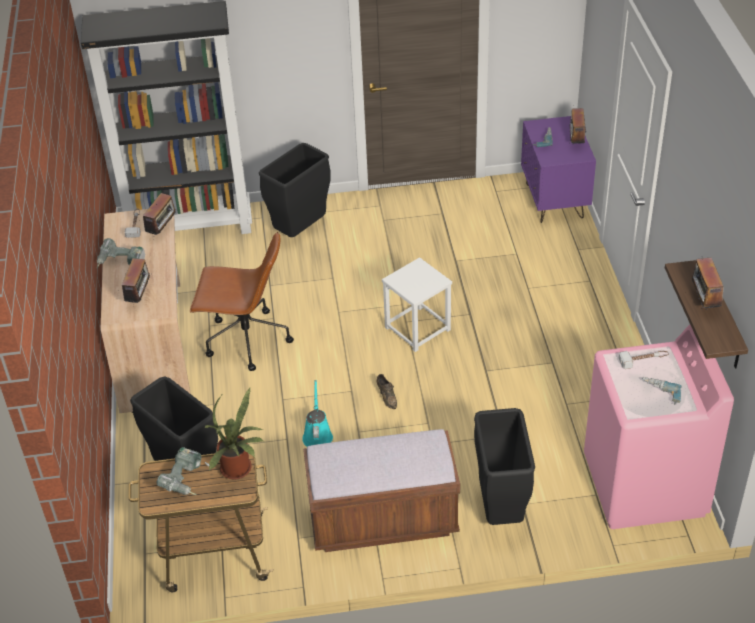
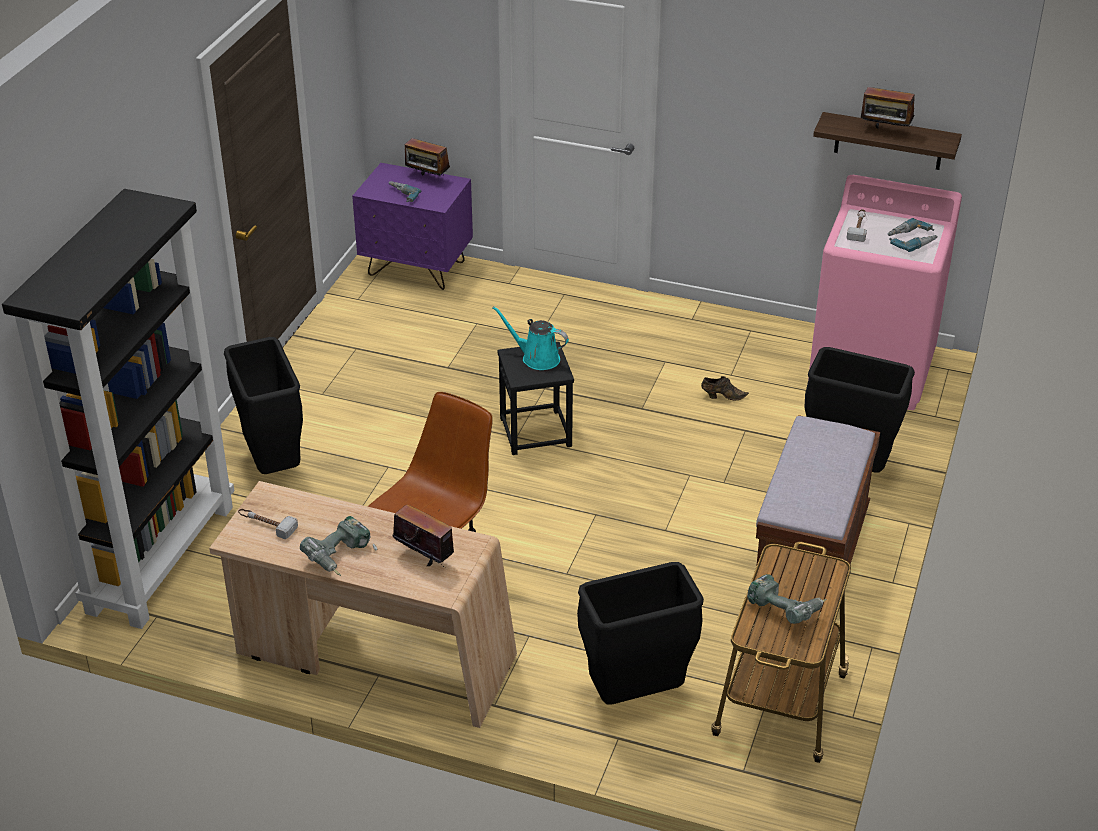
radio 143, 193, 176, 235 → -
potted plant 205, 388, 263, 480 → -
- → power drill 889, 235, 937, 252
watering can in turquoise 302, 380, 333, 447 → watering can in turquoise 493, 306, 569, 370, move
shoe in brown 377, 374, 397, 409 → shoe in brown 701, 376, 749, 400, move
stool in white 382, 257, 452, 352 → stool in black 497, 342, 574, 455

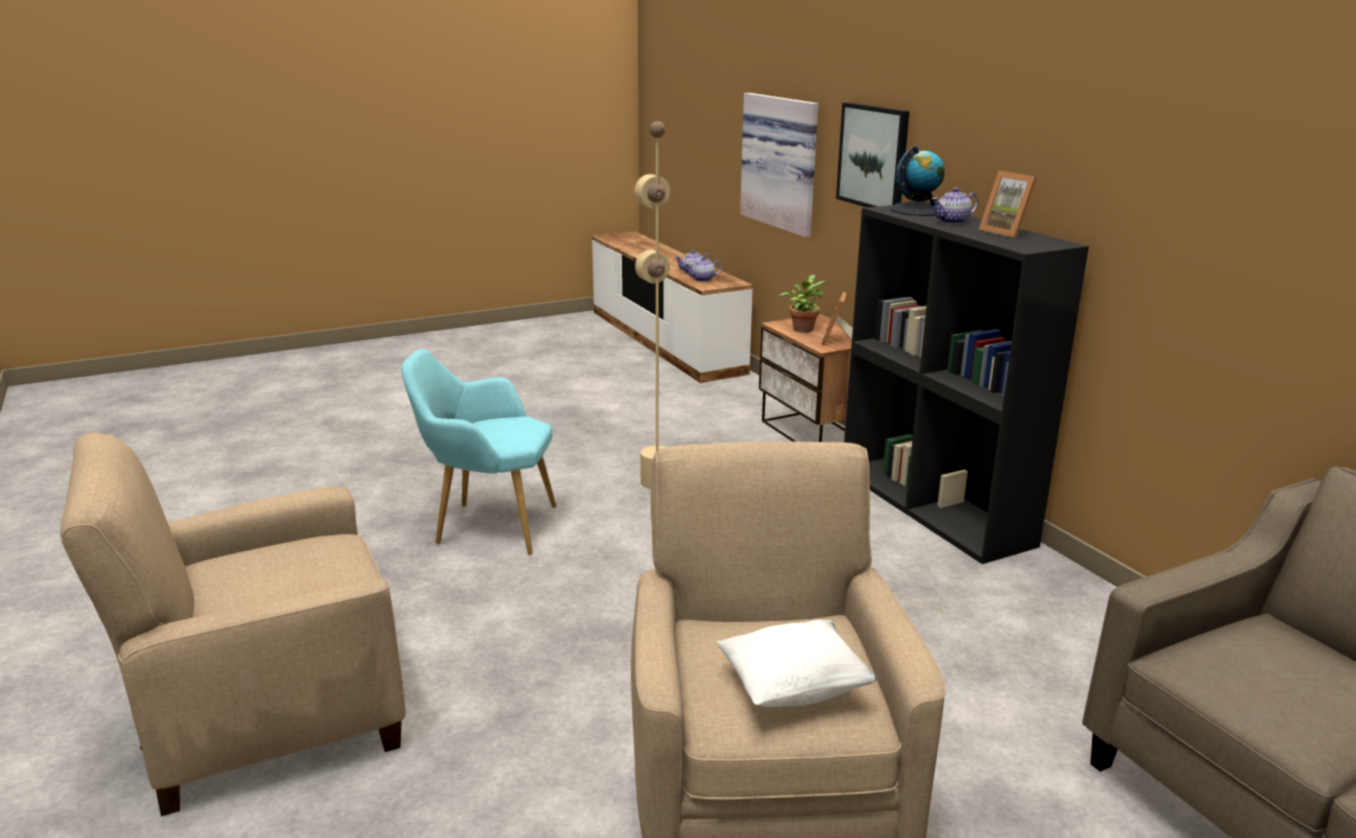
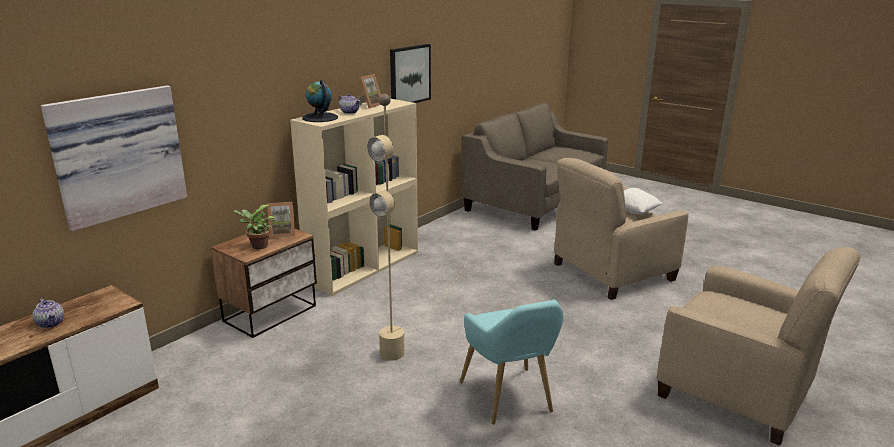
teapot 685, 257, 722, 282 → -
picture 836, 102, 909, 207 → picture 390, 44, 431, 103, move
bookcase in black 844, 205, 1089, 564 → bookcase in beige 290, 99, 418, 296

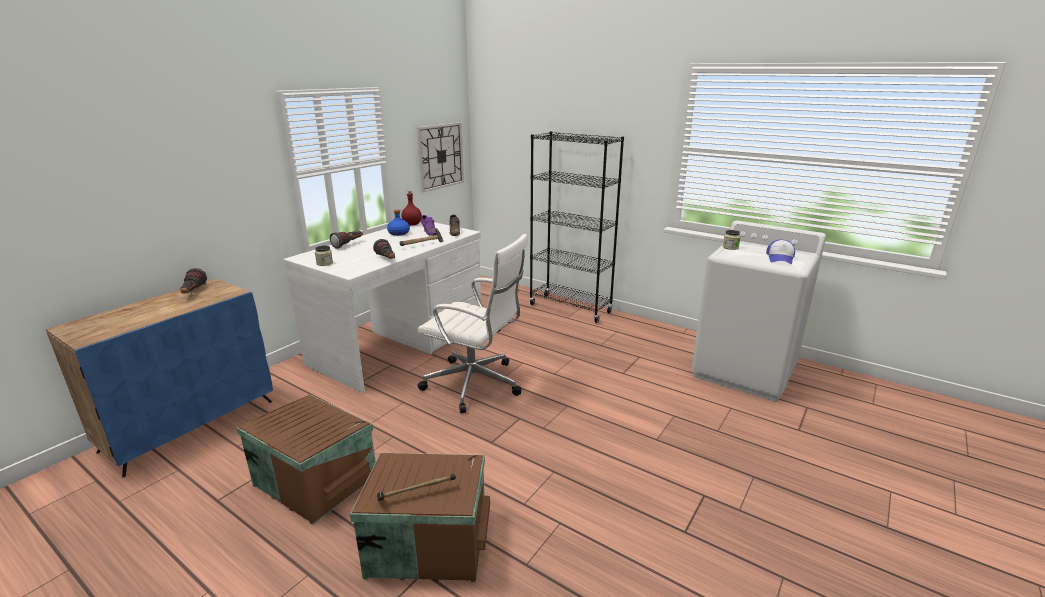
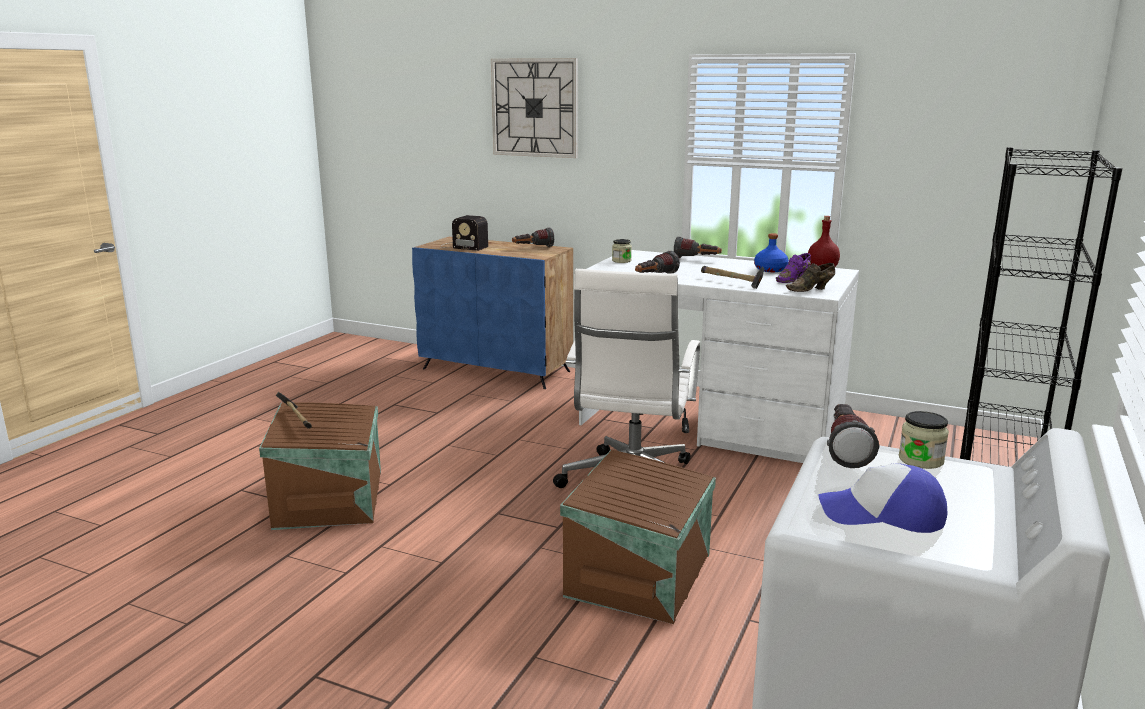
- → radio 440, 215, 488, 251
- → flashlight 827, 404, 879, 468
storage box in brown 236, 395, 376, 525 → storage box in brown 560, 450, 716, 624, move
wall clock 417, 122, 464, 193 → wall clock 491, 58, 578, 158, move

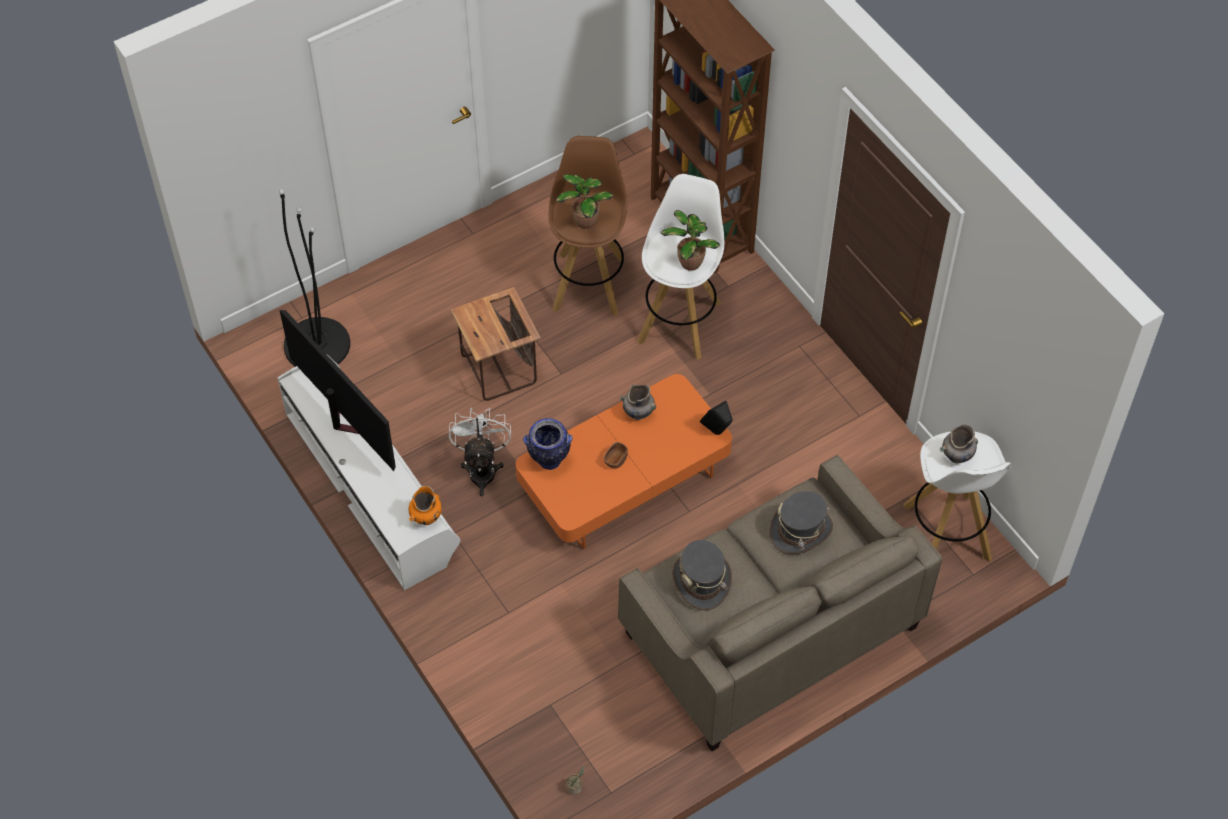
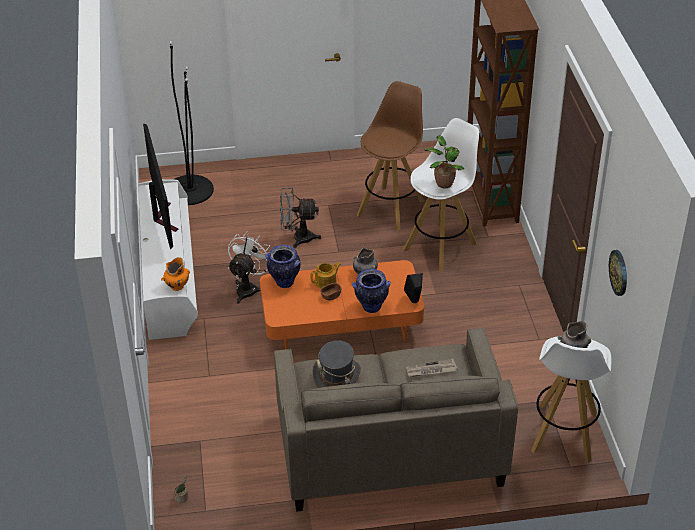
potted plant 556, 174, 613, 229 → -
- → teapot 310, 262, 341, 288
- → vase 352, 269, 391, 313
- → wall clock 609, 250, 627, 296
side table 451, 287, 541, 401 → fan in grey 280, 187, 321, 248
hat in grey 770, 491, 833, 554 → newspaper 406, 359, 457, 377

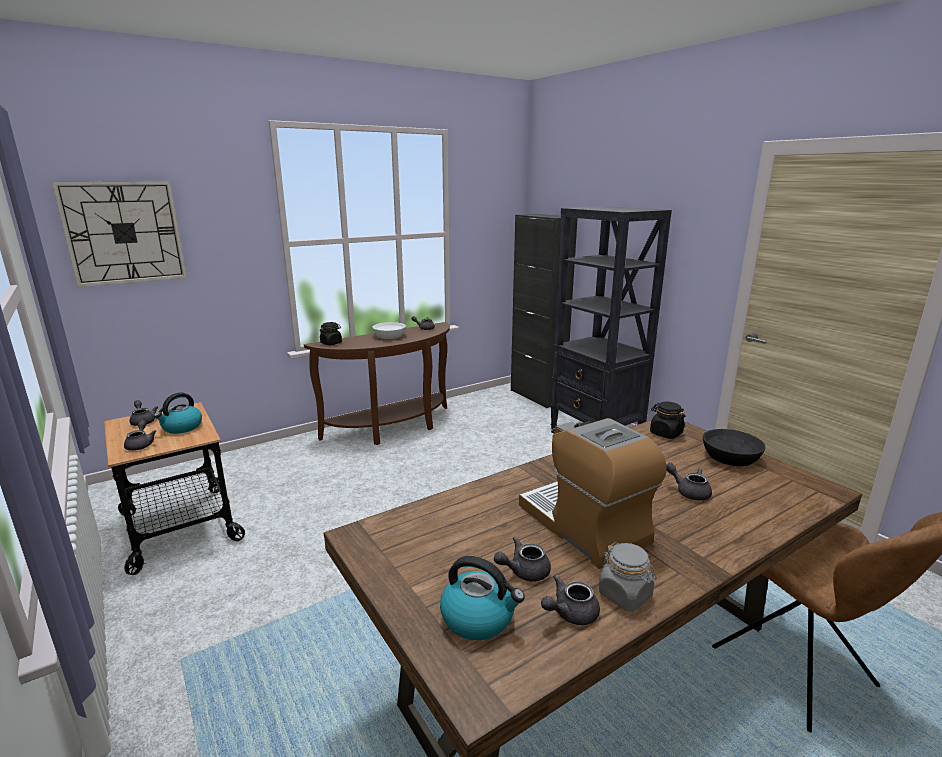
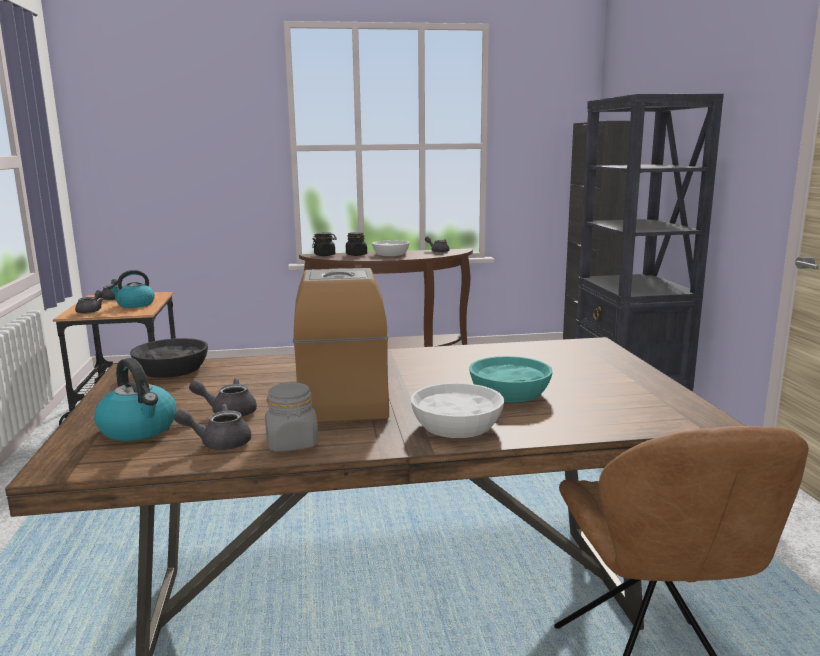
wall clock 52, 181, 187, 287 → -
- → bowl in white 411, 383, 504, 438
jar in black 650, 402, 686, 439 → jar in black 346, 232, 367, 256, move
bowl in black 703, 429, 766, 466 → bowl in black 130, 338, 208, 378, move
teapot in grey 666, 463, 712, 501 → bowl in turquoise 469, 356, 553, 402

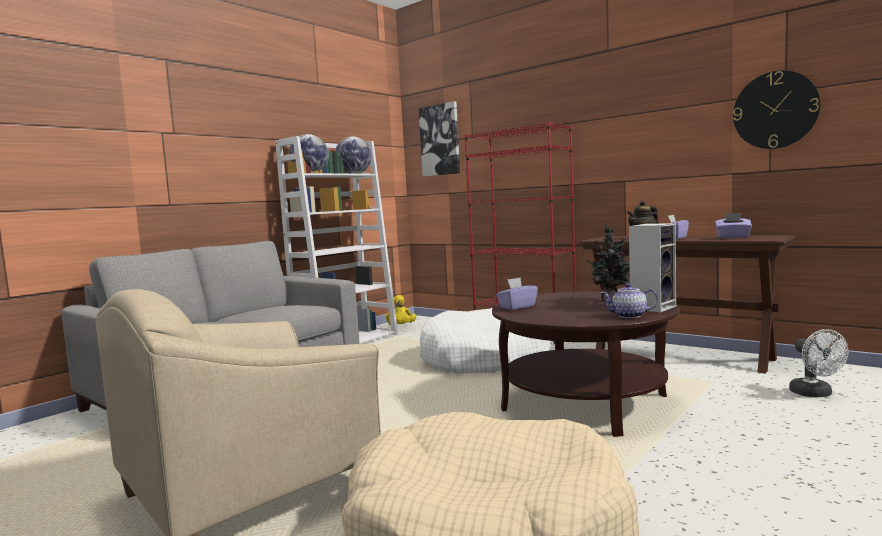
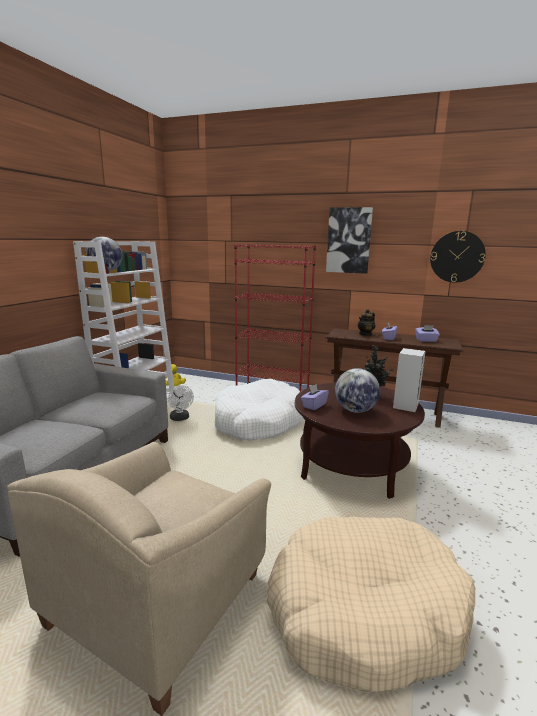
teapot 600, 283, 658, 318 → -
globe 335, 137, 372, 174 → globe 335, 368, 380, 413, move
picture 419, 101, 460, 177 → picture 326, 207, 373, 274, move
fan in white 789, 329, 849, 397 → fan in white 168, 386, 194, 421, move

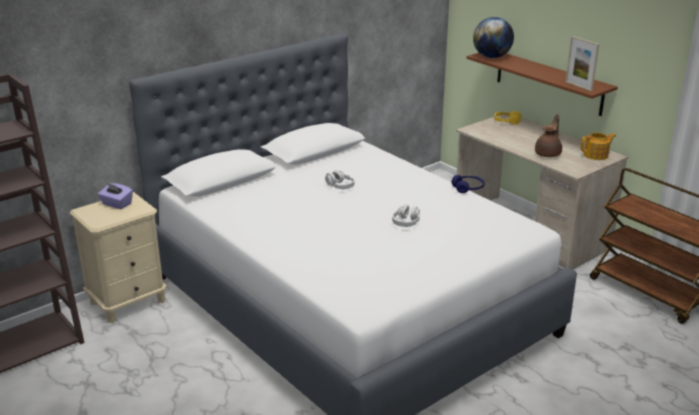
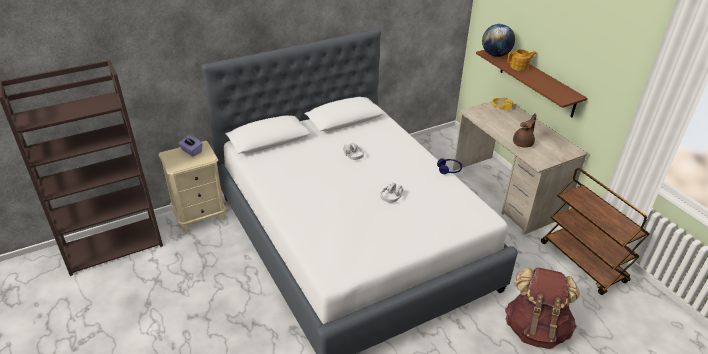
picture frame 565, 36, 599, 91 → -
- → backpack in brown 505, 267, 580, 349
teapot 581, 132, 616, 160 → teapot 507, 49, 537, 71, move

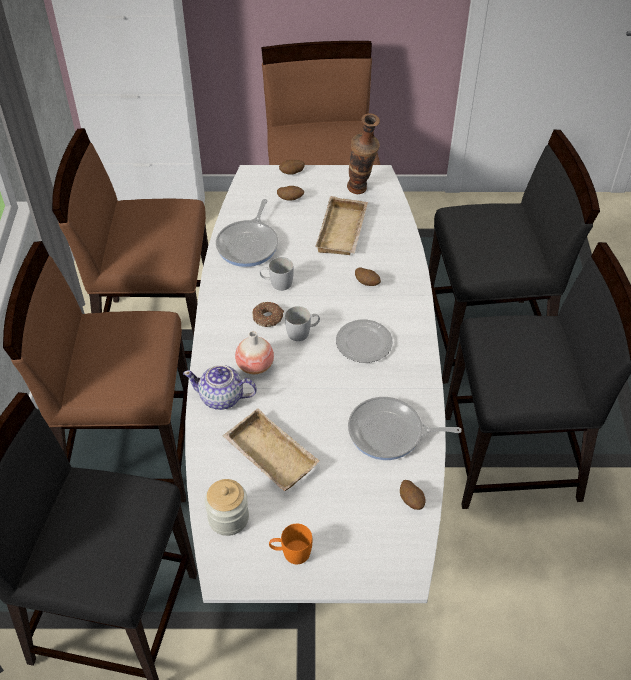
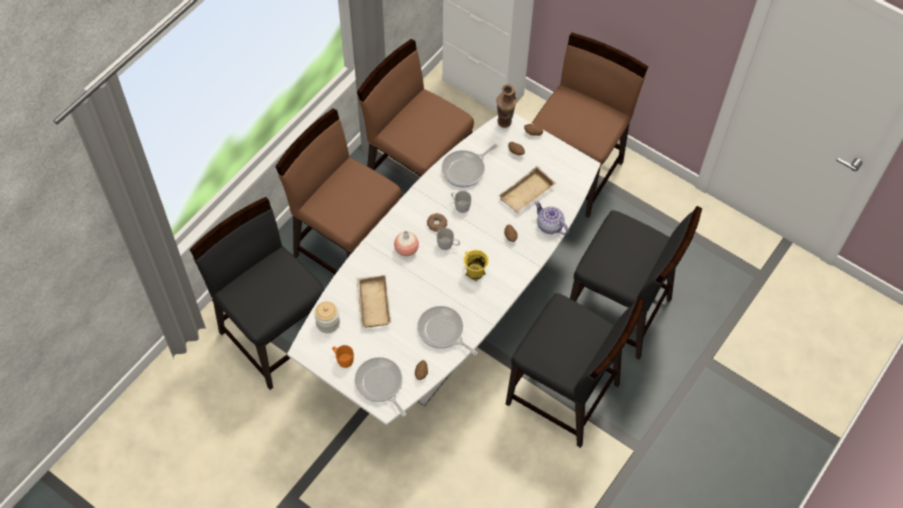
- → frying pan 355, 357, 406, 417
teapot 183, 365, 257, 410 → teapot 535, 201, 569, 235, move
vase 347, 113, 380, 194 → vase 497, 84, 517, 128, move
plate 336, 320, 393, 363 → mug in yellow 464, 250, 489, 281

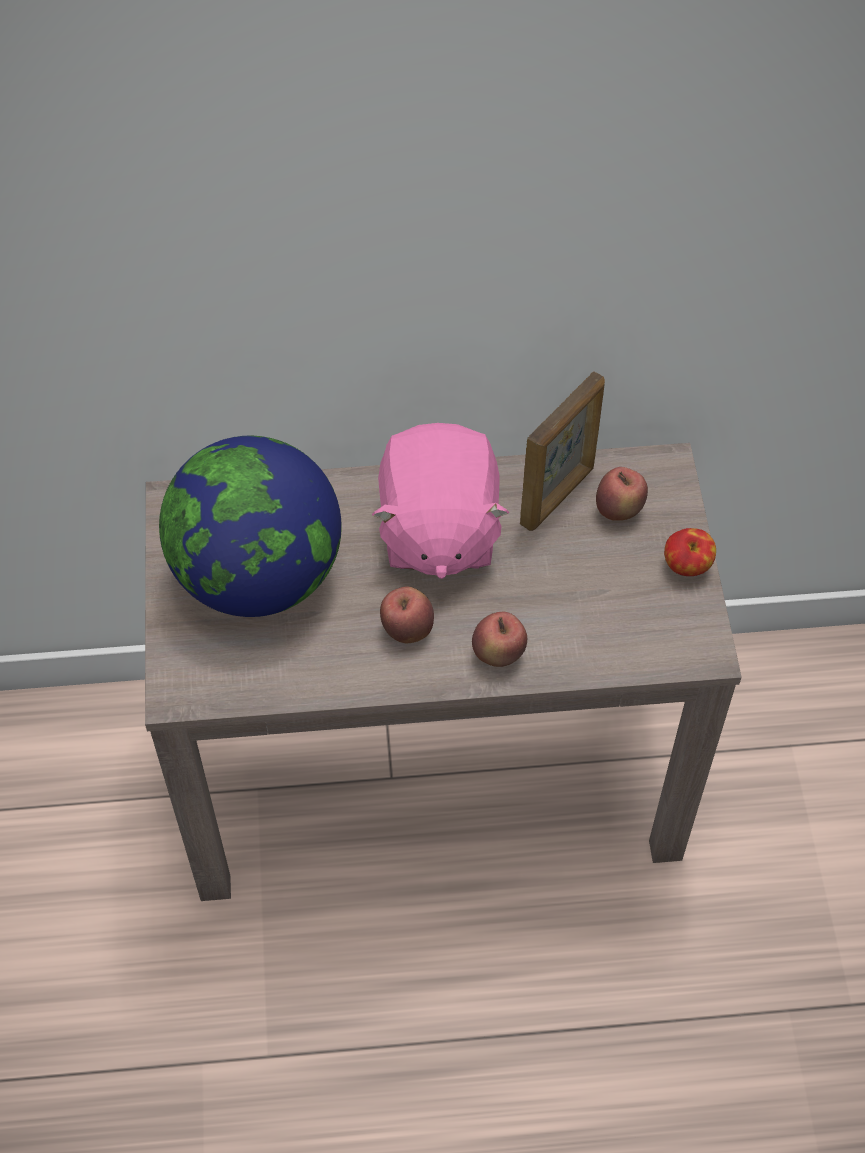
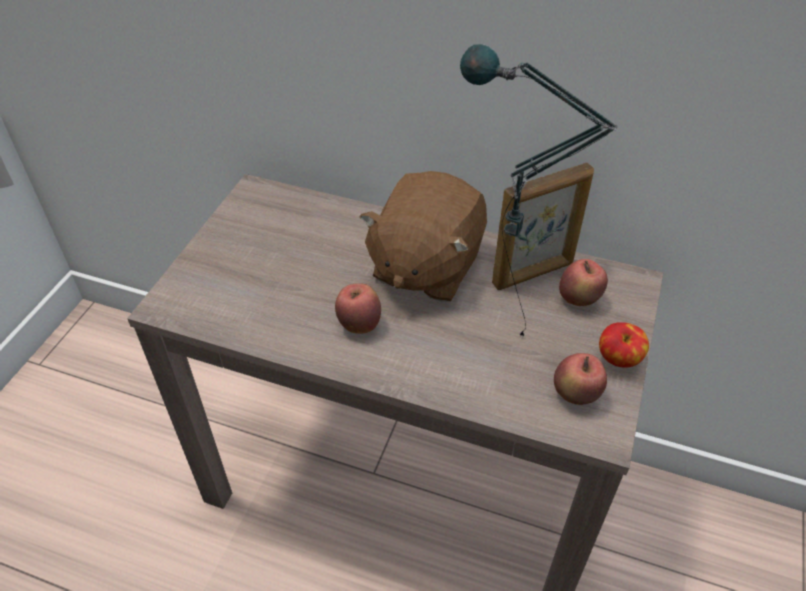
globe 159, 436, 342, 617 → -
- → table lamp 460, 44, 618, 337
apple 472, 612, 527, 667 → apple 554, 353, 607, 405, move
plush toy in pink 372, 423, 509, 579 → plush toy in brown 359, 171, 487, 302

